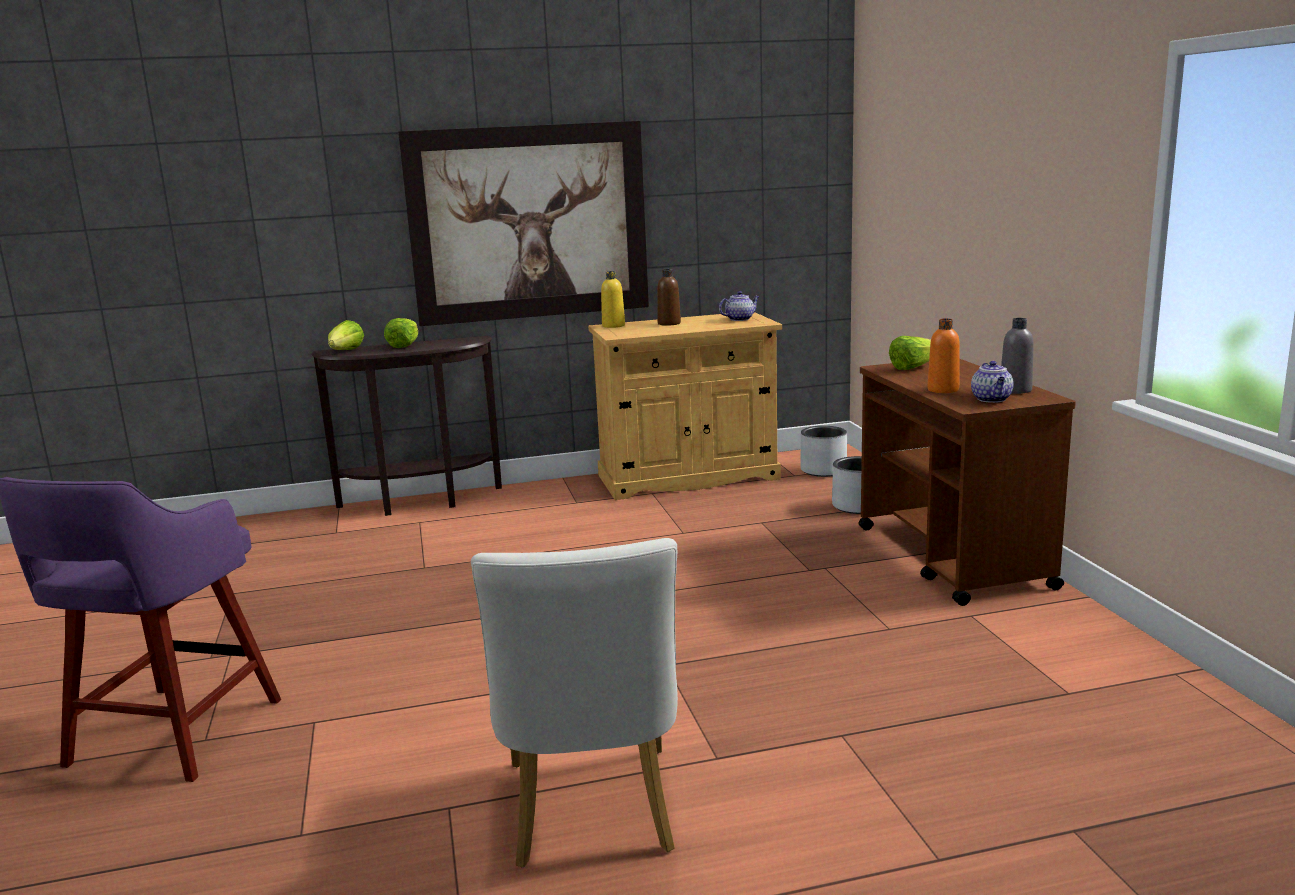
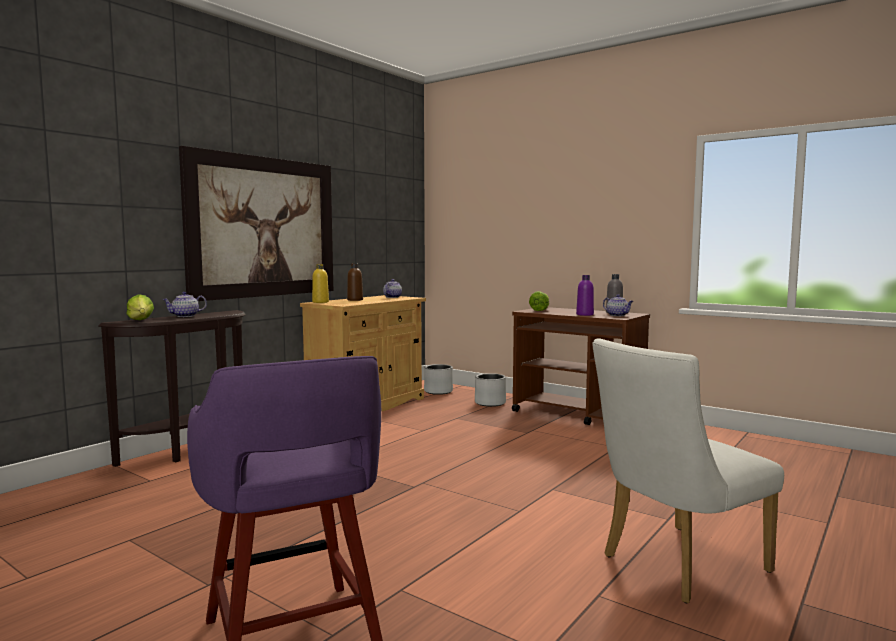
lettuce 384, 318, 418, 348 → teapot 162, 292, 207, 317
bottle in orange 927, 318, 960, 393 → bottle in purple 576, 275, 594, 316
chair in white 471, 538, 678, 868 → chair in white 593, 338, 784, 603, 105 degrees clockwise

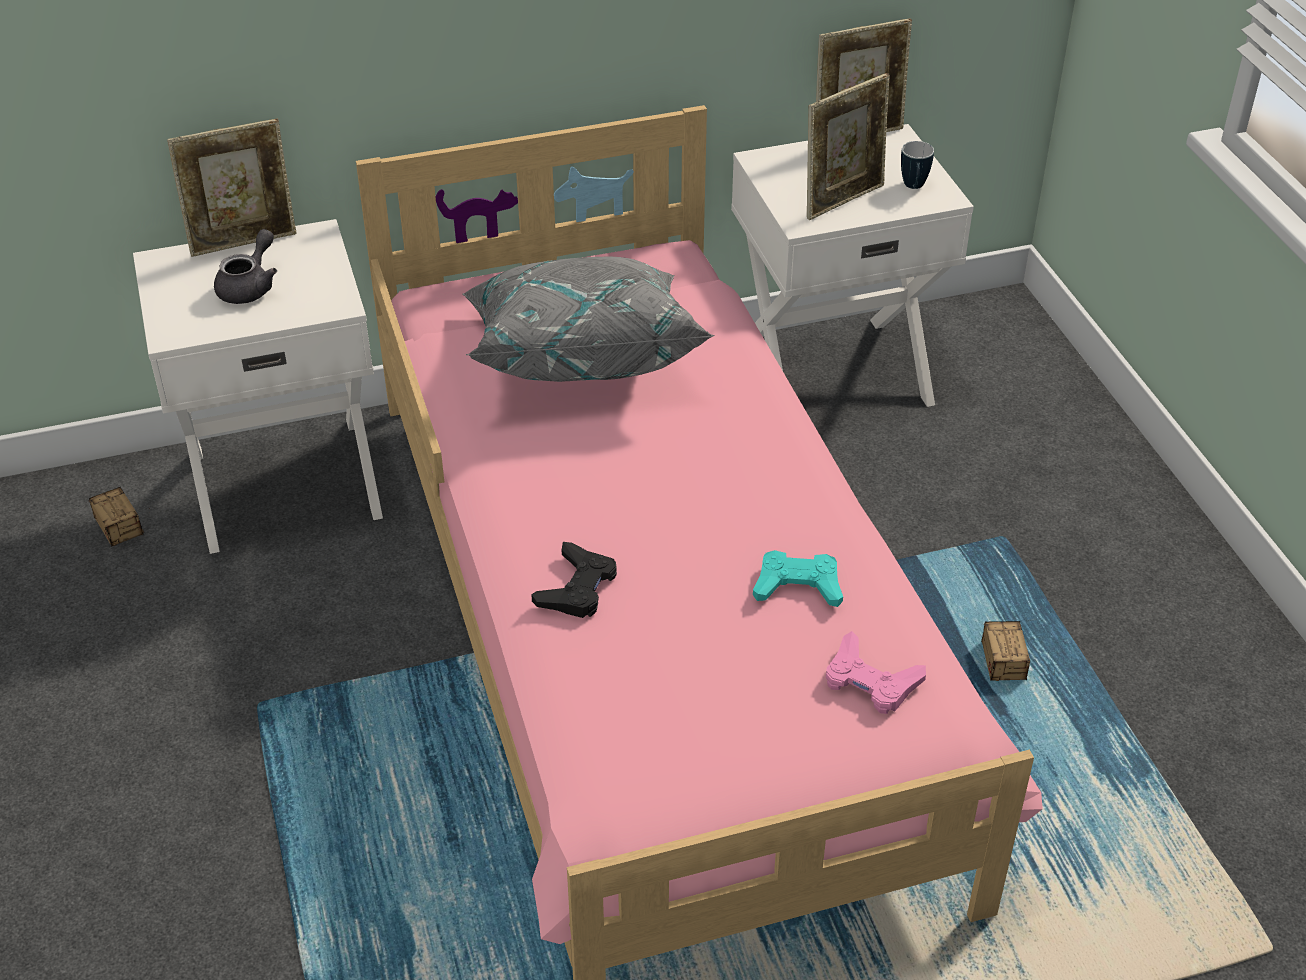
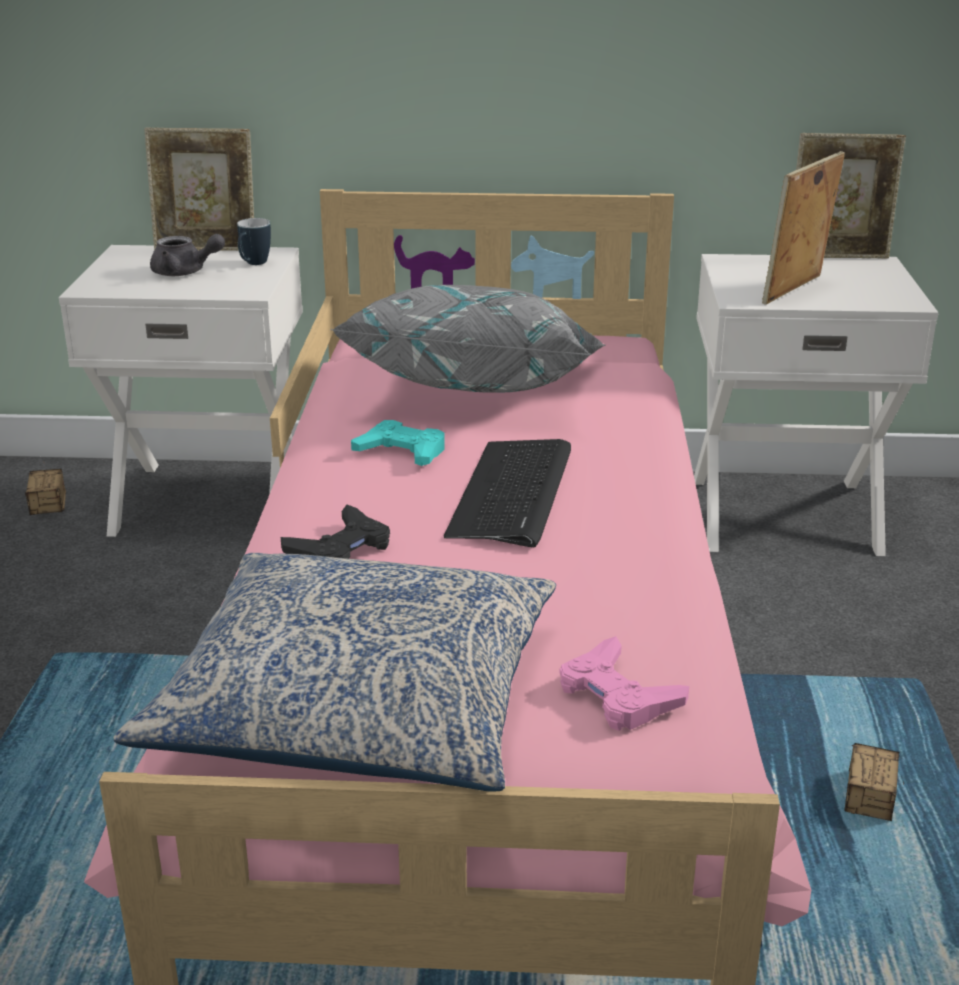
- → pillow 113, 553, 556, 792
- → keyboard 444, 439, 571, 547
game controller in turquoise 753, 550, 843, 607 → game controller in turquoise 351, 420, 445, 466, move
mug 901, 141, 934, 189 → mug 237, 218, 271, 265, move
teapot in grey 214, 229, 277, 304 → teapot in grey 150, 234, 225, 276, 60 degrees clockwise
picture frame 807, 73, 890, 220 → picture frame 762, 151, 845, 305, 150 degrees clockwise

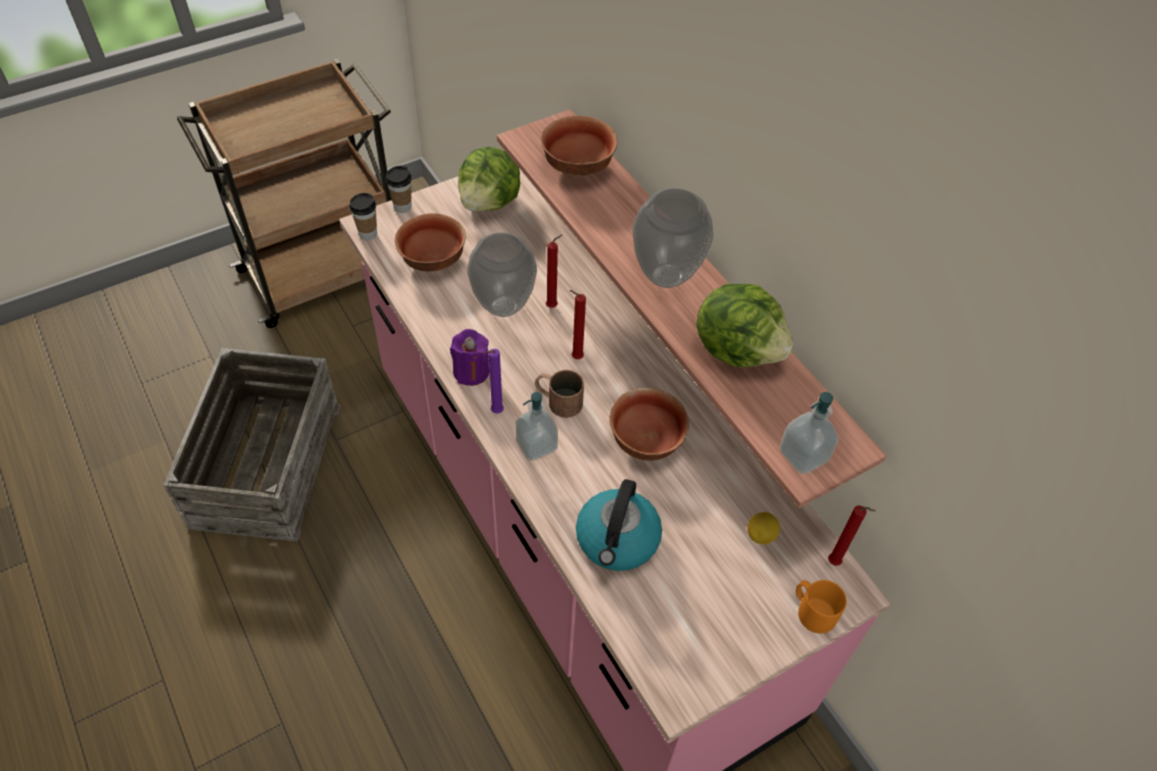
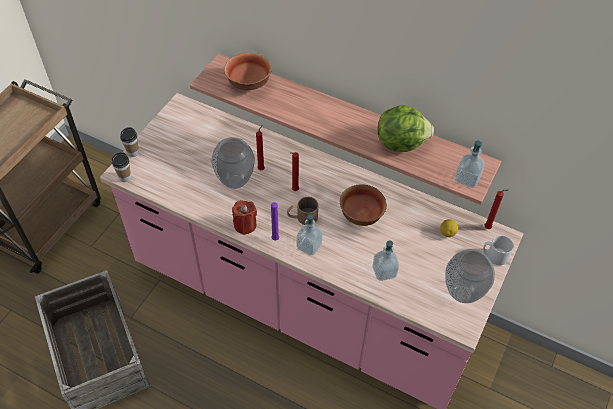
bowl 395, 213, 466, 272 → -
lettuce 458, 147, 520, 212 → -
vase 632, 188, 713, 288 → vase 445, 249, 495, 303, move
kettle 576, 479, 662, 571 → soap dispenser 372, 241, 399, 281
candle in purple 450, 329, 489, 386 → candle in red 232, 200, 257, 235
mug in orange 796, 580, 847, 634 → mug in grey 483, 235, 514, 265

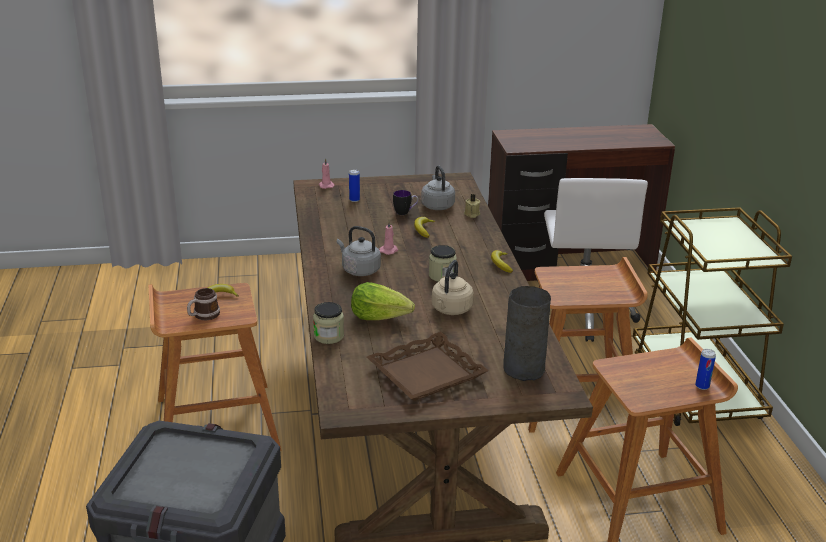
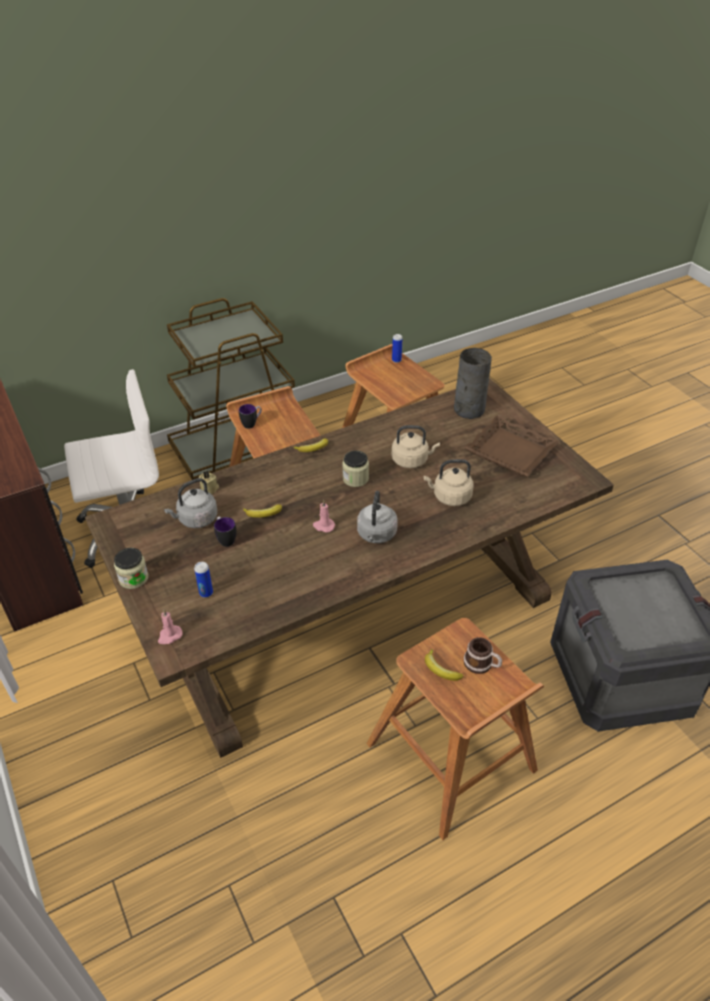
- → mug 239, 404, 262, 429
jar 313, 302, 344, 344 → jar 114, 548, 149, 589, move
lettuce 351, 282, 415, 320 → kettle in beige 424, 459, 473, 506

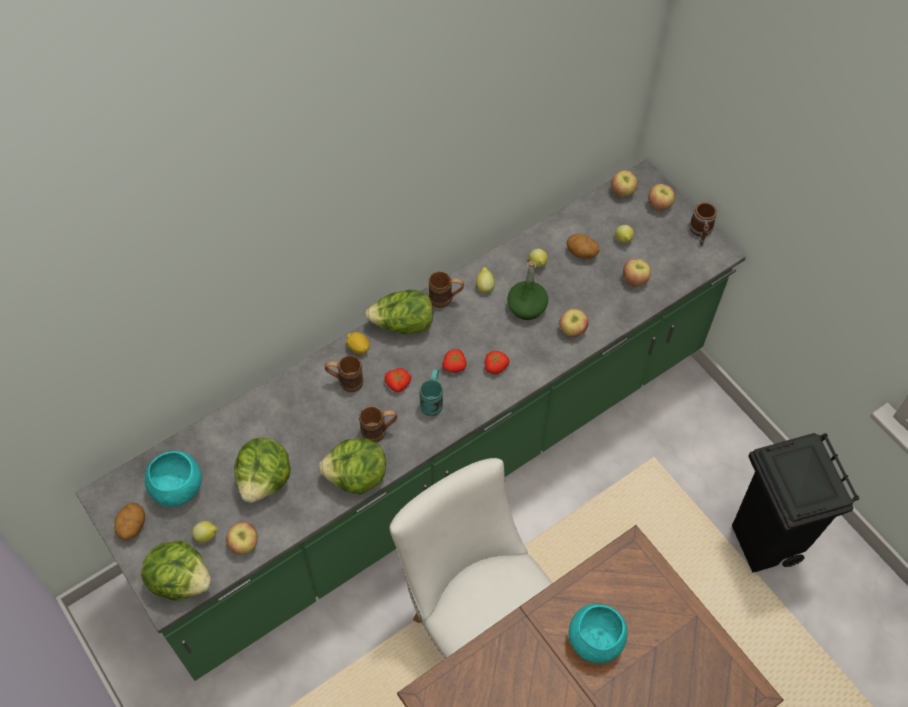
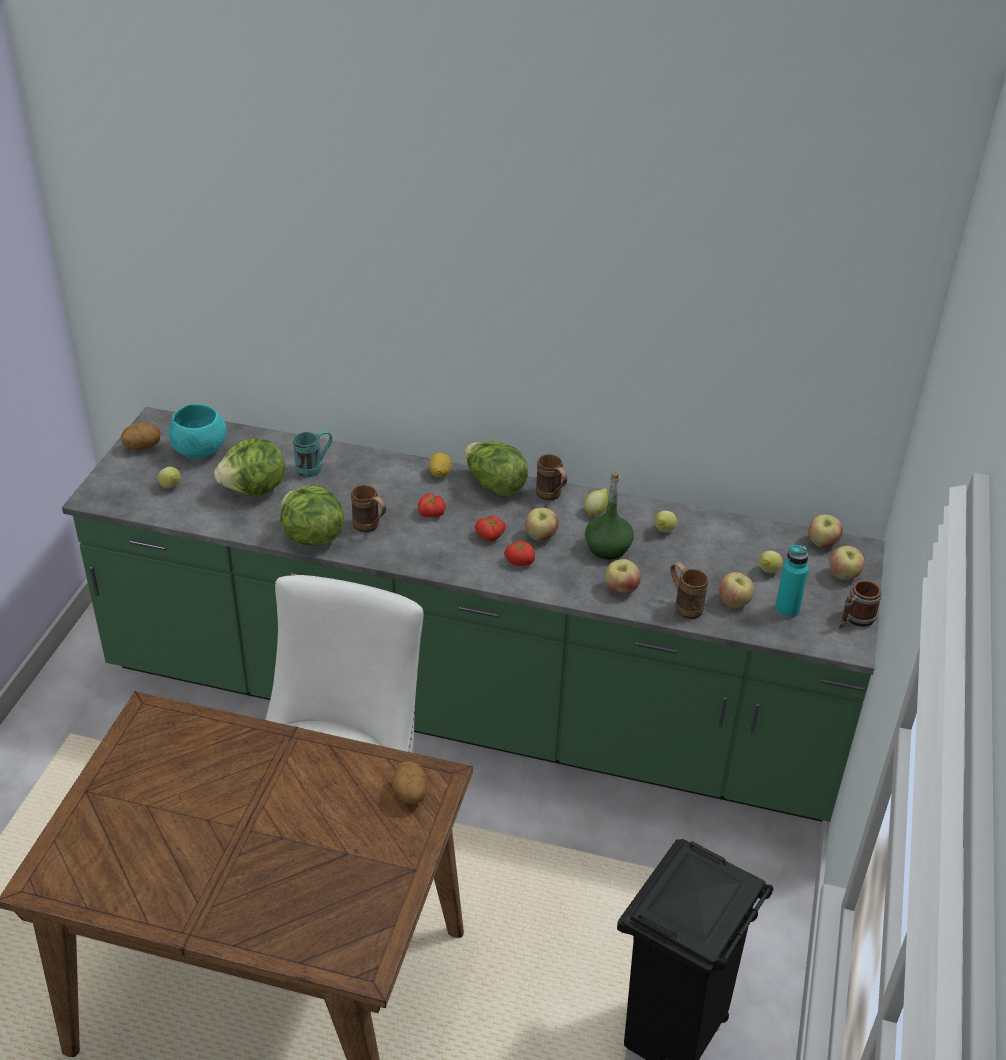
lettuce 141, 541, 211, 601 → -
bowl in turquoise 568, 604, 628, 663 → -
- → bottle in turquoise 775, 545, 809, 618
apple 226, 522, 258, 554 → apple 525, 508, 559, 541, move
mug in brown 325, 355, 363, 392 → mug in brown 670, 562, 708, 619, move
mug in turquoise 419, 369, 443, 416 → mug in turquoise 293, 430, 332, 477, move
potato 567, 234, 600, 259 → potato 392, 761, 427, 804, move

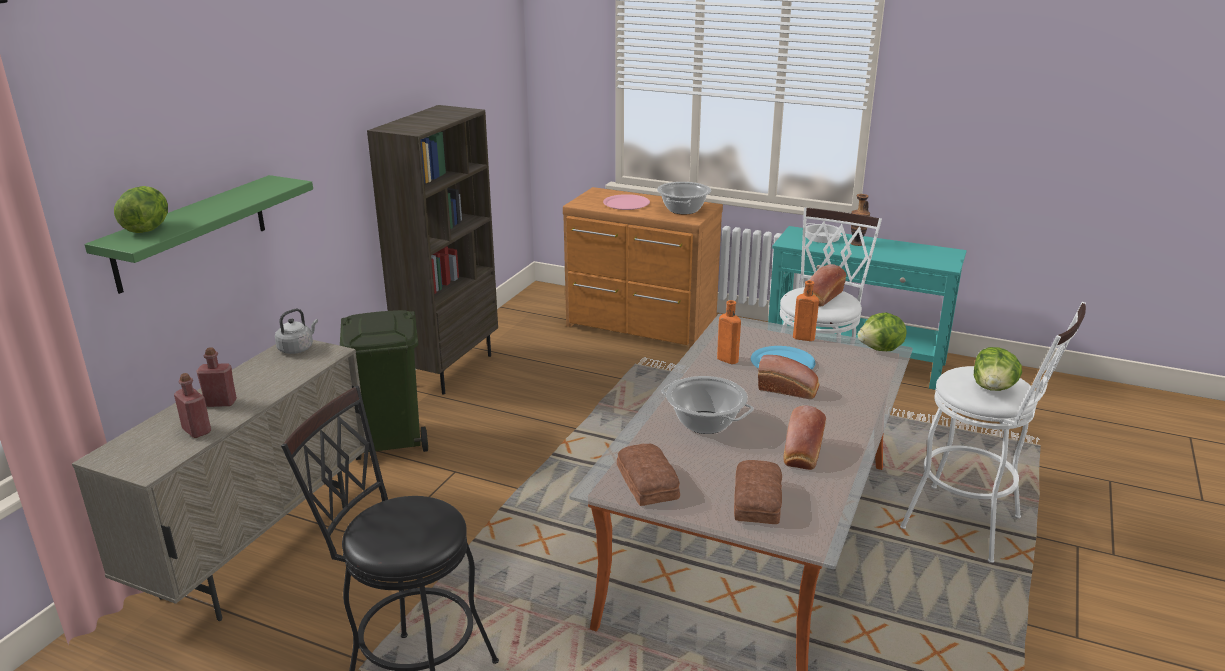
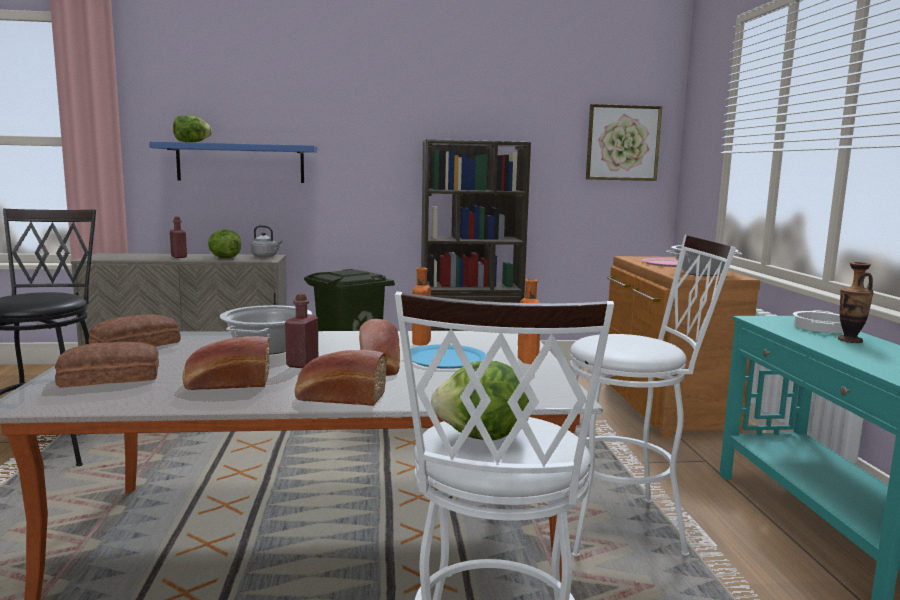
- → picture 586, 104, 662, 181
bottle in red 174, 373, 211, 438 → bottle in red 285, 293, 318, 368, move
bread 803, 264, 846, 306 → bread 295, 350, 387, 406, move
lettuce 858, 313, 906, 351 → lettuce 208, 229, 241, 258, move
shelf in green 85, 175, 313, 294 → shelf in blue 149, 142, 317, 183

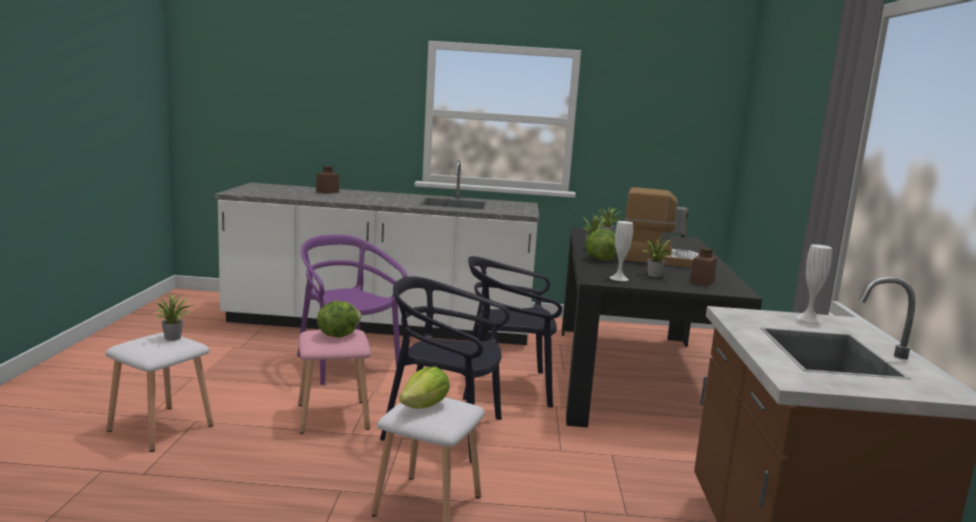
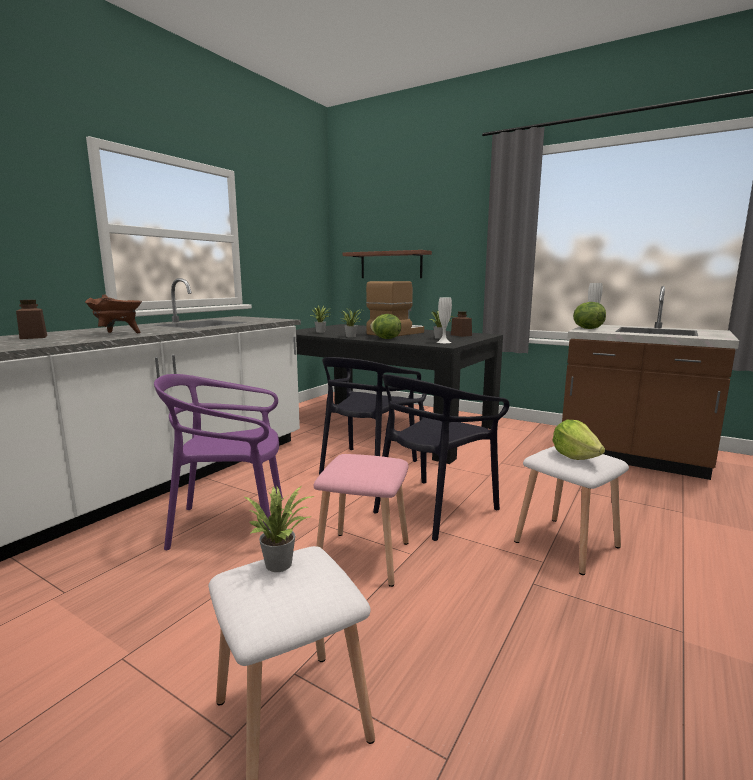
- → cooking pot in brown 85, 294, 142, 333
- → shelf in brown 343, 250, 432, 278
lettuce 317, 301, 361, 338 → lettuce 573, 302, 606, 329, move

